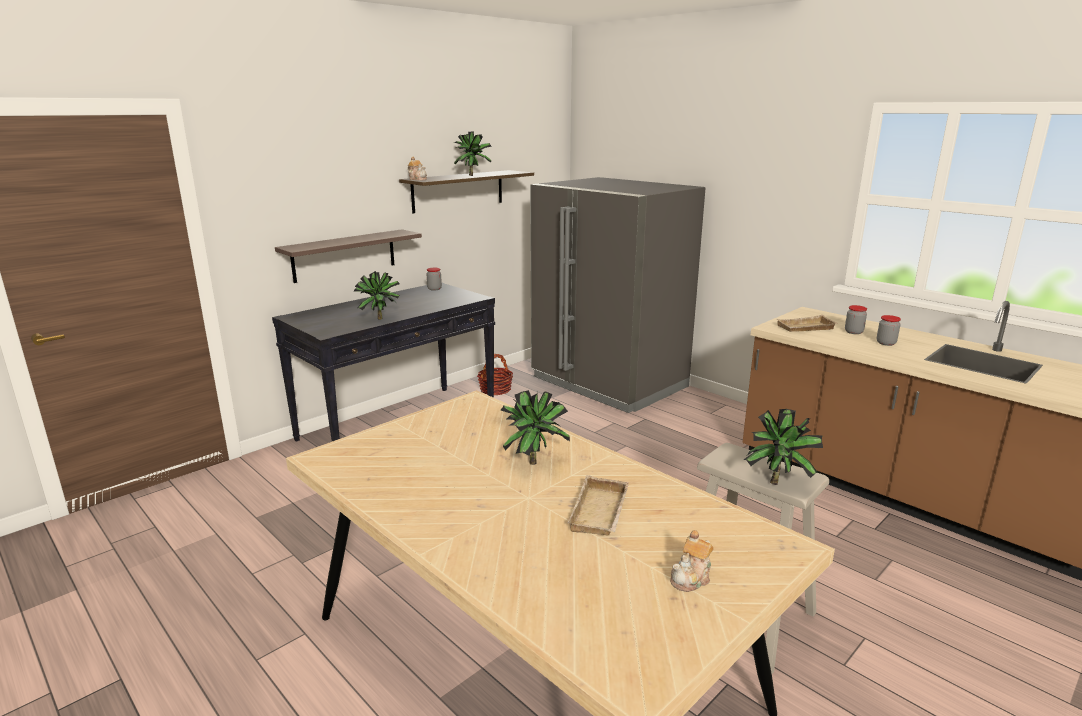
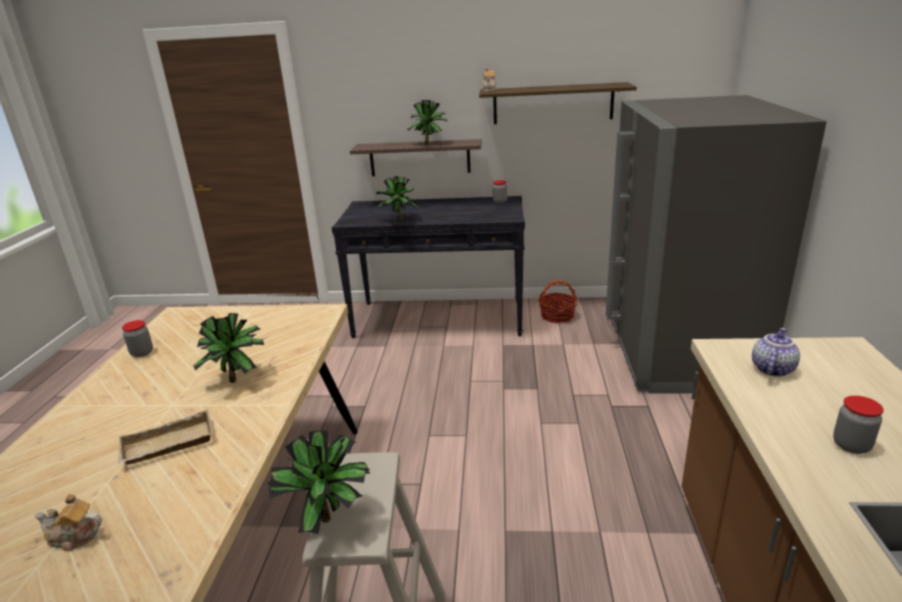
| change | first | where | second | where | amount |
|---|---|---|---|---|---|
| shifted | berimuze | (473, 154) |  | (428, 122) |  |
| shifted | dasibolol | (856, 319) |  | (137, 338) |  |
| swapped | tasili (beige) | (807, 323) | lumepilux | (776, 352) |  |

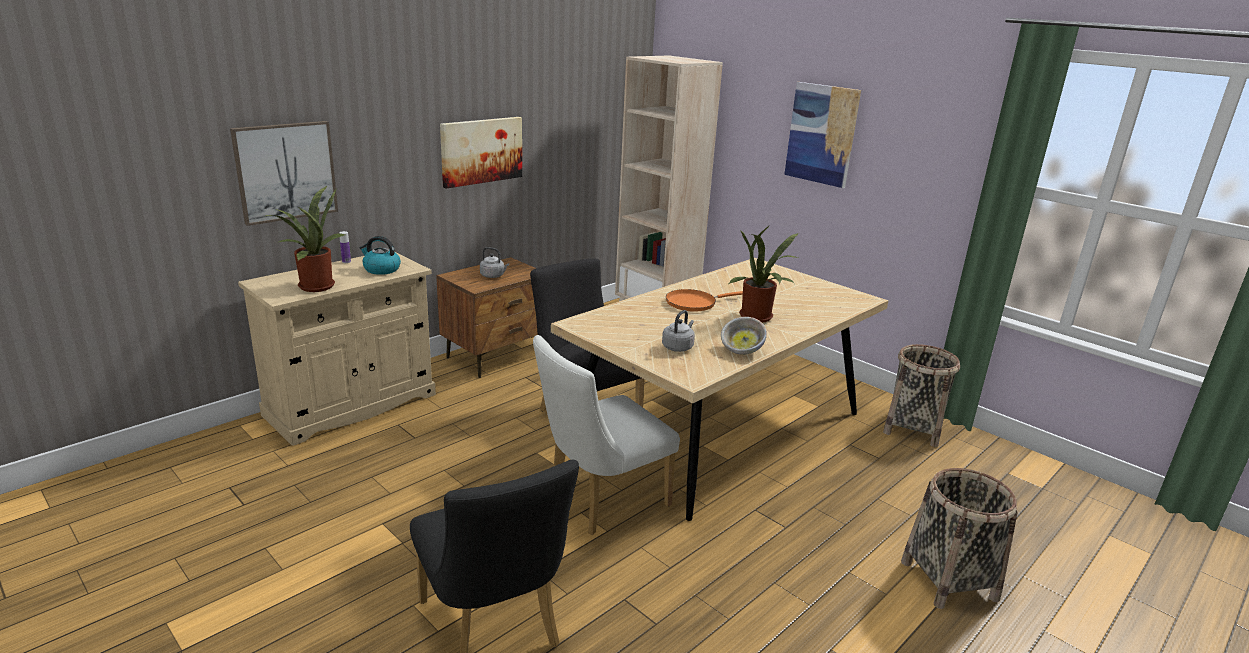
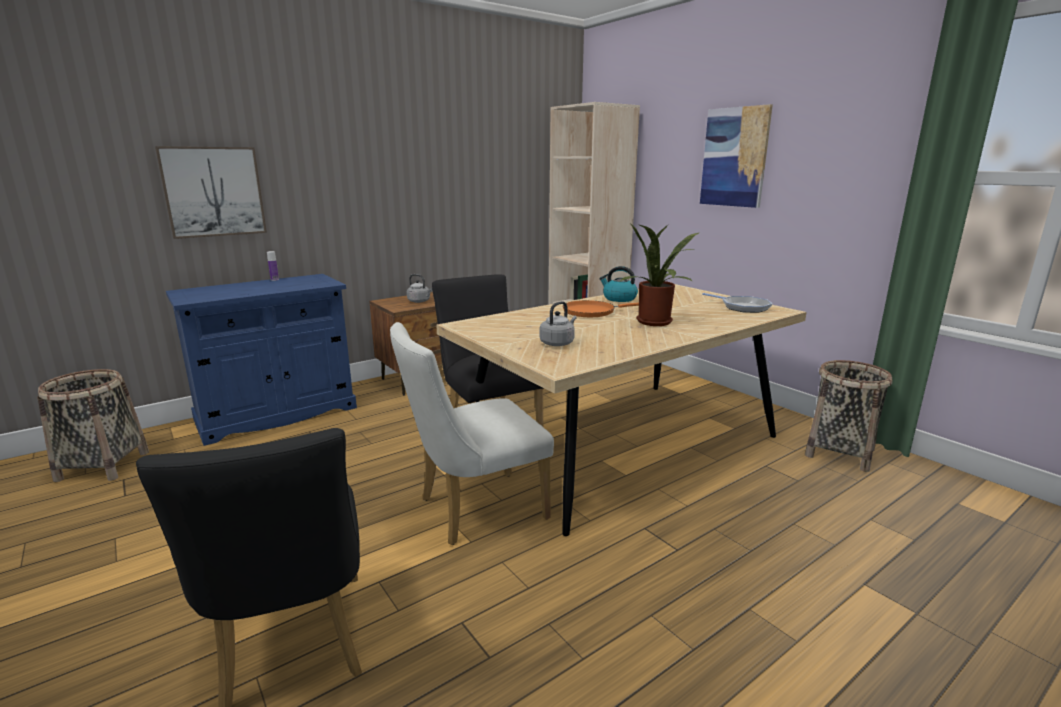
| change | first | where | second | where | amount |
|---|---|---|---|---|---|
| gone | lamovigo | (481, 153) |  |  |  |
| gone | berimuze | (307, 239) |  |  |  |
| shifted | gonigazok | (380, 255) |  | (618, 284) |  |
| repainted | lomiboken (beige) | (337, 349) | lomiboken (blue) | (261, 360) |  |
| gone | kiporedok | (744, 336) |  |  |  |
| shifted | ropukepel | (959, 538) |  | (93, 425) |  |
| new |  |  | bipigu | (737, 303) |  |

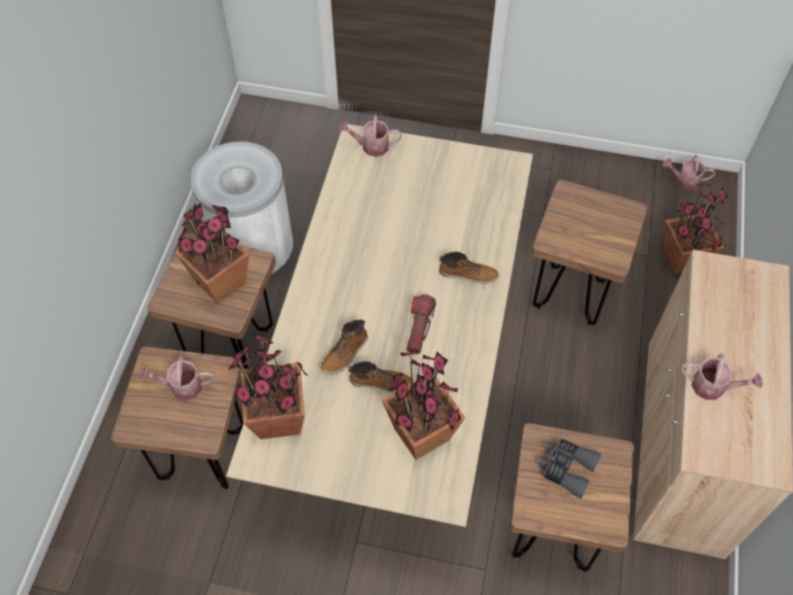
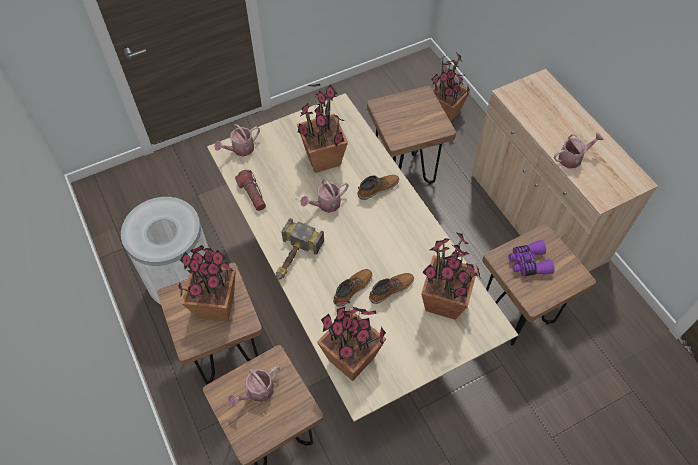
| change | first | where | second | where | amount |
|---|---|---|---|---|---|
| shifted | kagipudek | (689, 172) |  | (324, 196) |  |
| shifted | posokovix | (421, 324) |  | (250, 190) |  |
| rotated | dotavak | (344, 347) |  | (353, 288) | 135 degrees counterclockwise |
| repainted | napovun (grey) | (569, 469) | napovun (purple) | (531, 258) |  |
| new |  |  | berimuze | (322, 128) |  |
| new |  |  | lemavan | (300, 249) |  |

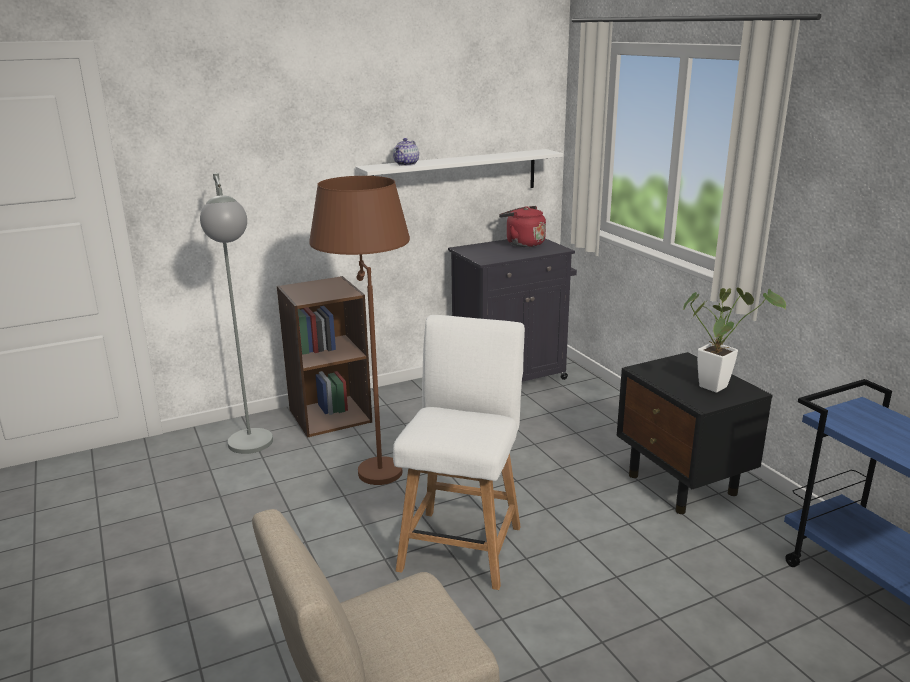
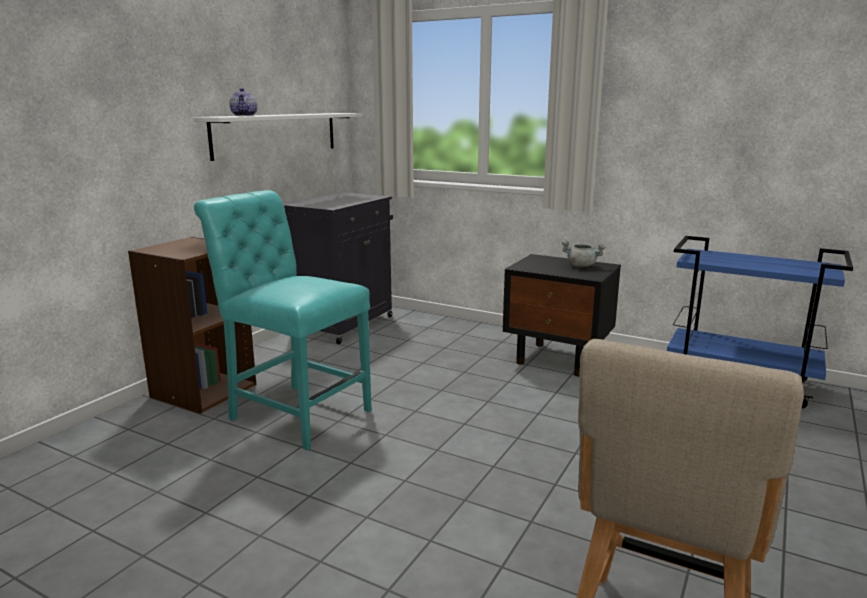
| change | first | where | second | where | amount |
|---|---|---|---|---|---|
| gone | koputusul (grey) | (236, 313) |  |  |  |
| swapped | koputusul (brown) | (359, 330) | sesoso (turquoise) | (282, 320) |  |
| gone | gonigazok (red) | (522, 226) |  |  |  |
| swapped | berimuze | (734, 340) | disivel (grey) | (584, 253) |  |
| gone | sesoso (white) | (459, 452) |  |  |  |

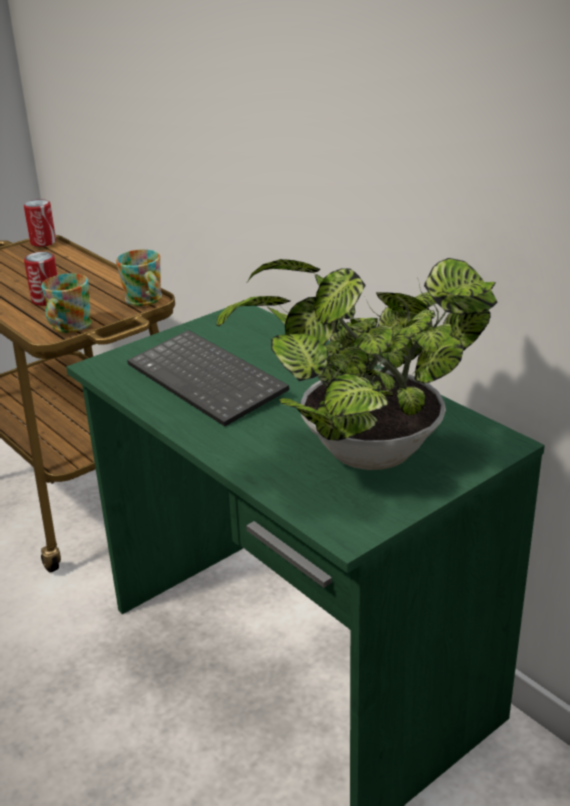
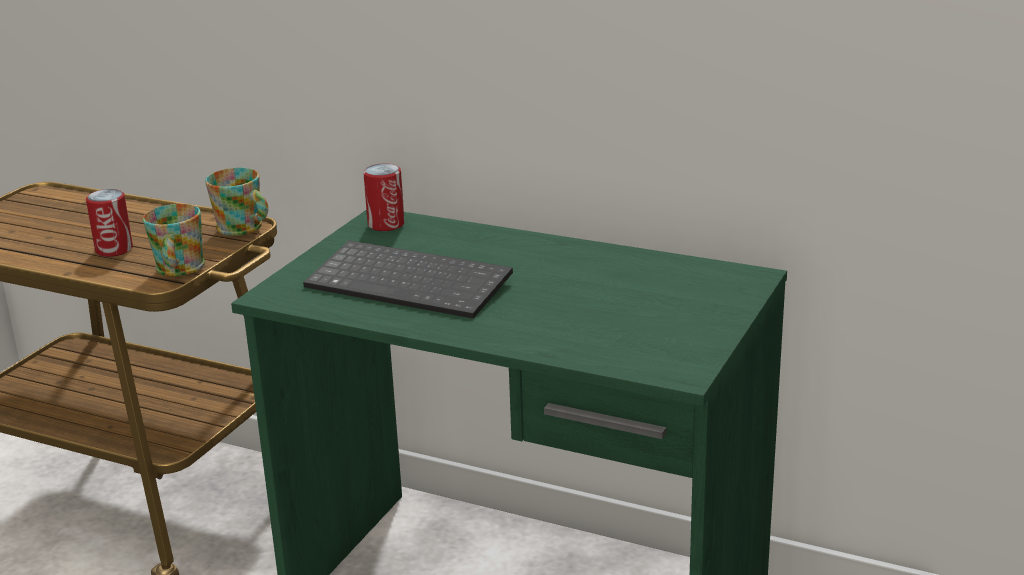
| change | first | where | second | where | amount |
|---|---|---|---|---|---|
| shifted | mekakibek | (40, 223) |  | (384, 197) |  |
| gone | berimuze | (356, 364) |  |  |  |

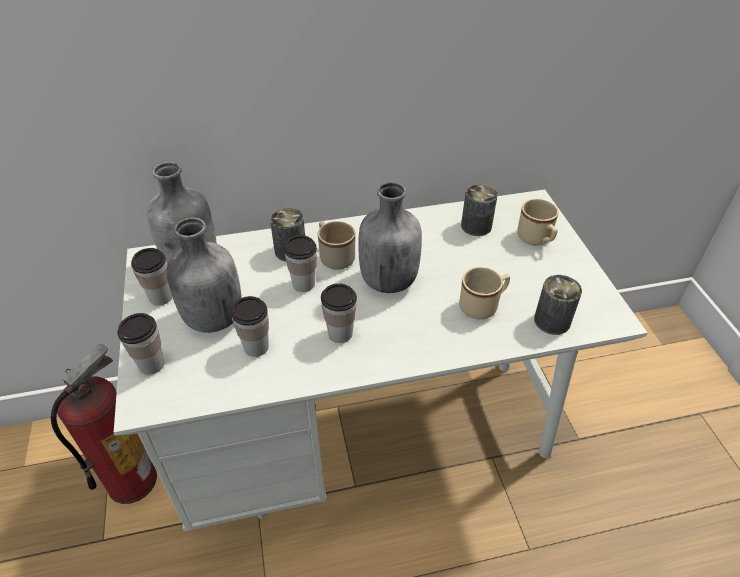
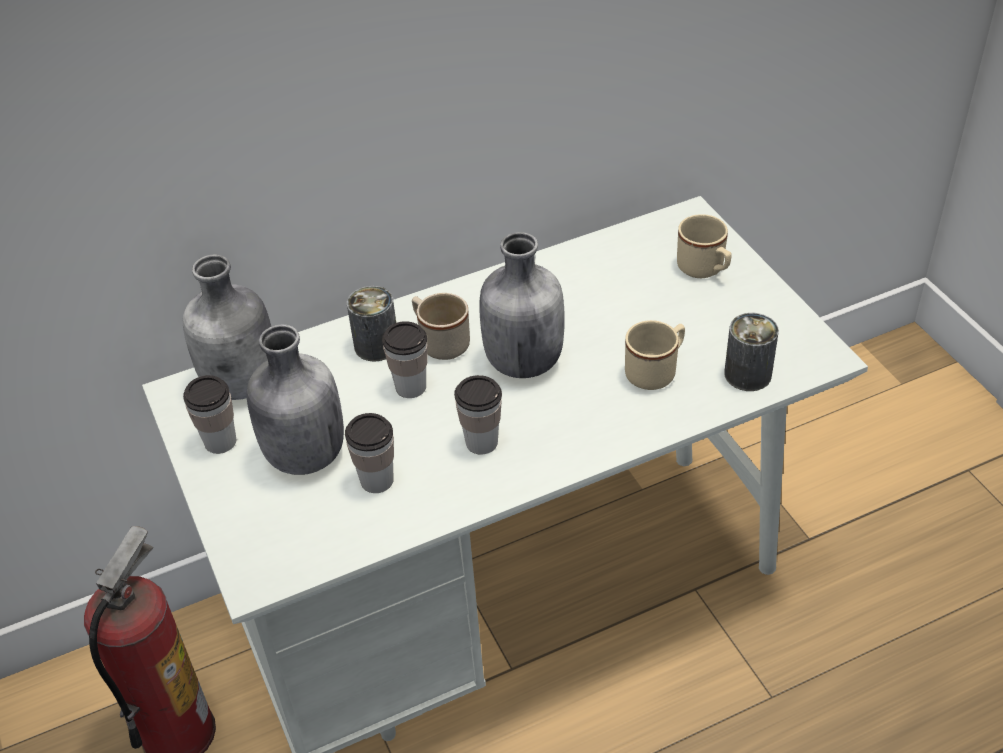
| change | first | where | second | where | amount |
|---|---|---|---|---|---|
| gone | mekakibek | (479, 210) |  |  |  |
| gone | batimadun | (141, 344) |  |  |  |

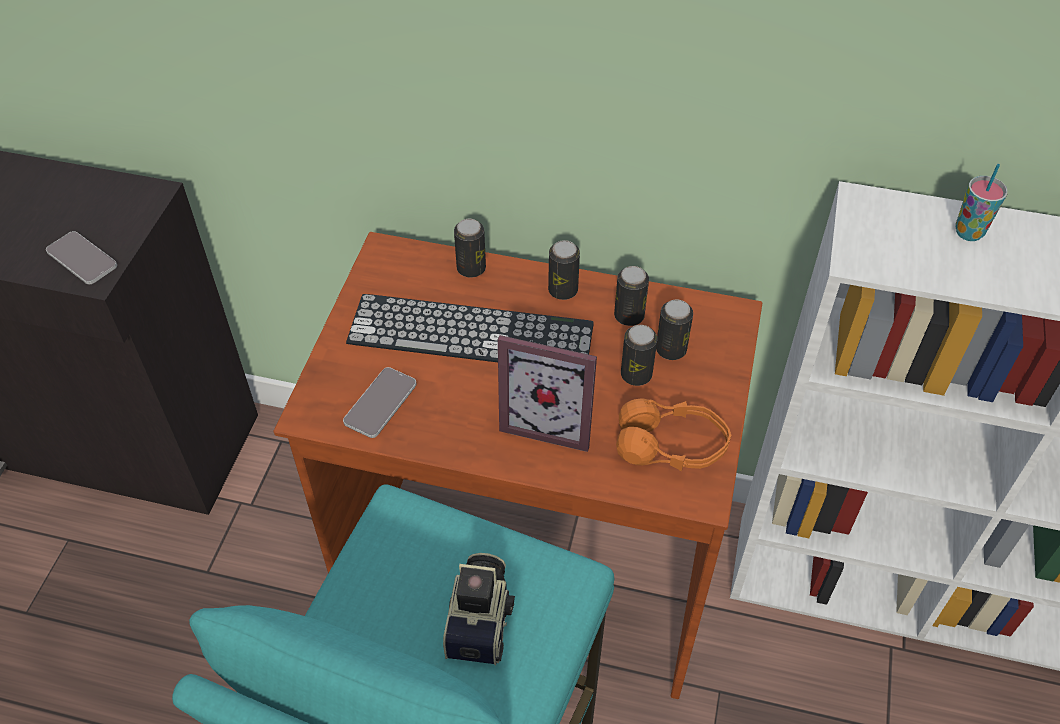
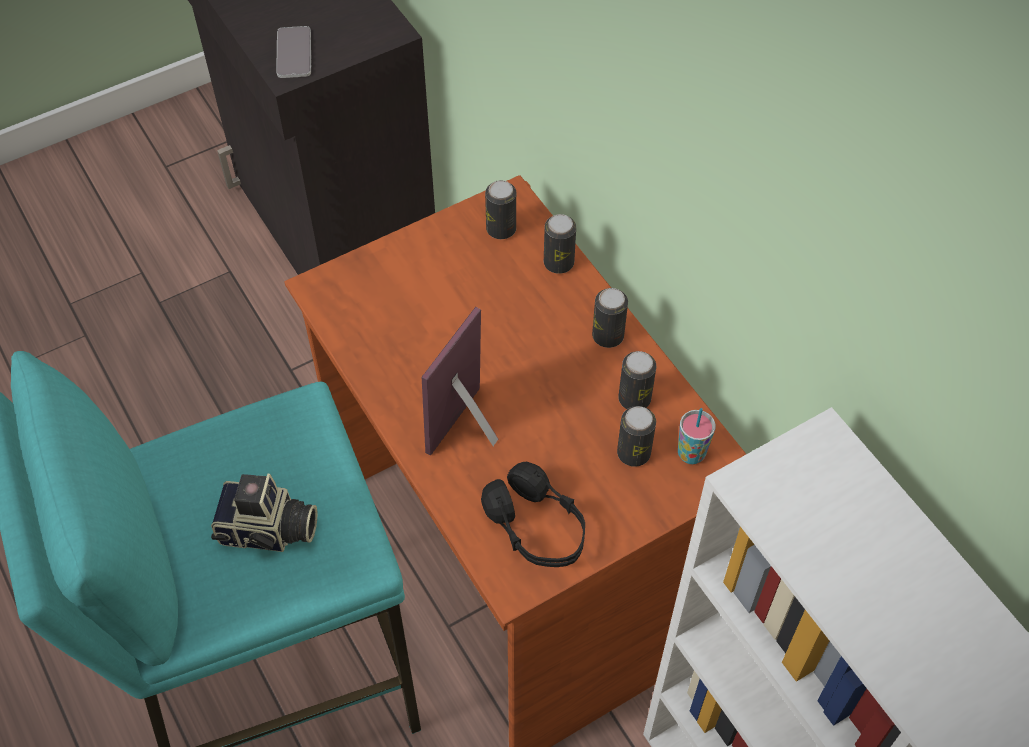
| change | first | where | second | where | amount |
|---|---|---|---|---|---|
| shifted | batimadun | (981, 202) |  | (697, 436) |  |
| gone | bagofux | (470, 328) |  |  |  |
| shifted | mekakibek | (639, 355) |  | (500, 209) |  |
| rotated | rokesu | (547, 393) |  | (460, 381) | 60 degrees clockwise |
| gone | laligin | (379, 402) |  |  |  |
| repainted | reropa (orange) | (673, 435) | reropa (black) | (533, 514) |  |
| rotated | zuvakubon | (479, 609) |  | (264, 513) | 45 degrees clockwise |

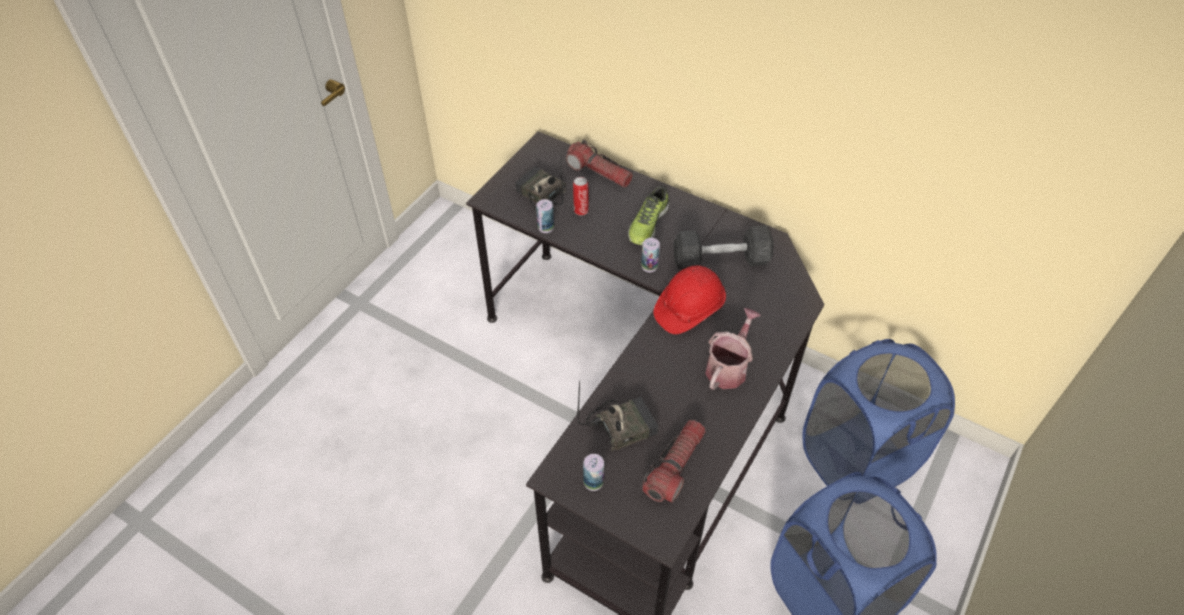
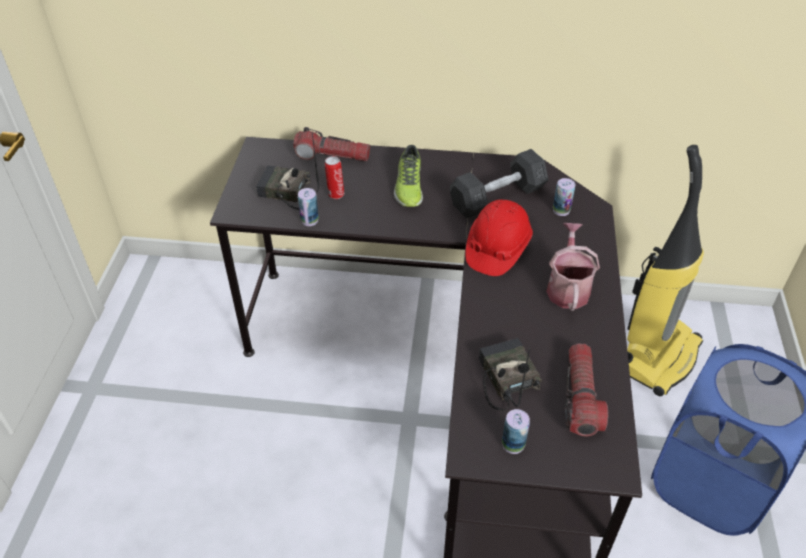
| change | first | where | second | where | amount |
|---|---|---|---|---|---|
| shifted | mekakibek | (650, 255) |  | (564, 197) |  |
| swapped | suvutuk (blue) | (878, 413) | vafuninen | (665, 270) |  |
| rotated | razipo | (618, 416) |  | (510, 374) | 60 degrees counterclockwise |

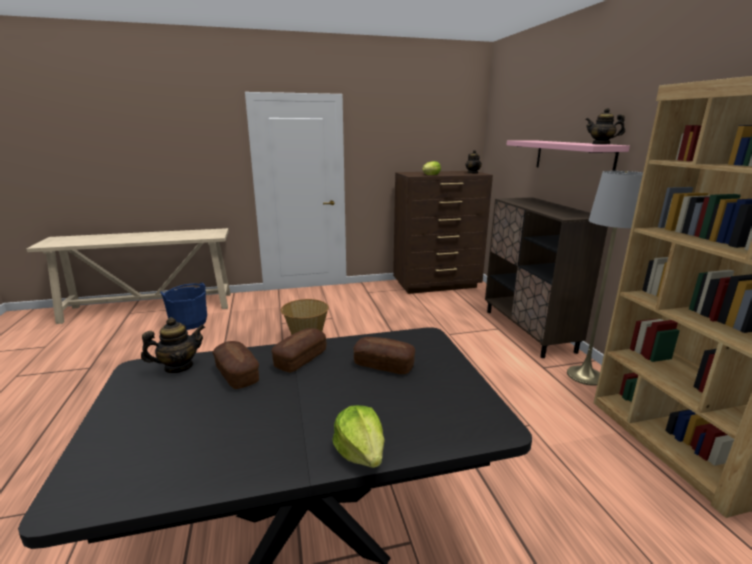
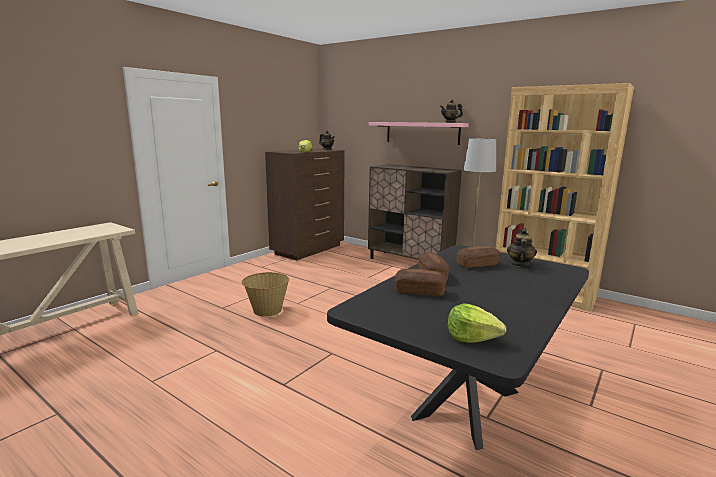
| change | first | where | second | where | amount |
|---|---|---|---|---|---|
| gone | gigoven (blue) | (183, 306) |  |  |  |
| shifted | lumepilux | (173, 345) |  | (522, 247) |  |
| shifted | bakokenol | (358, 436) |  | (477, 323) |  |

